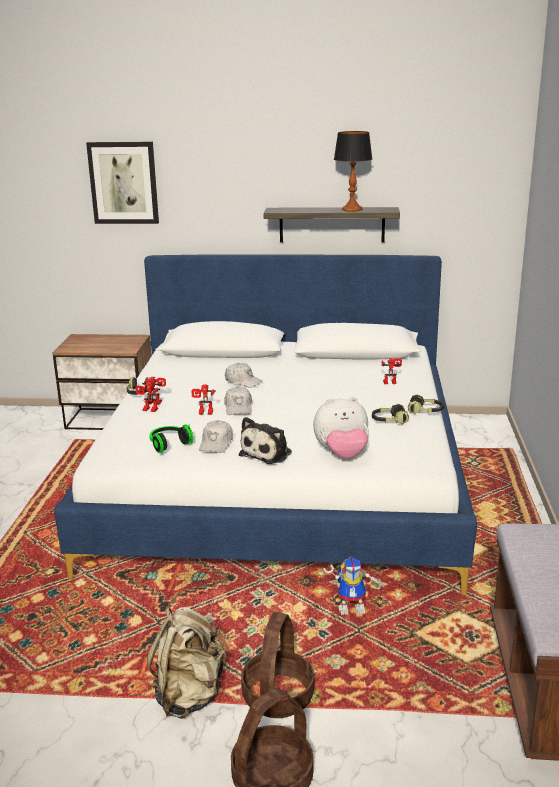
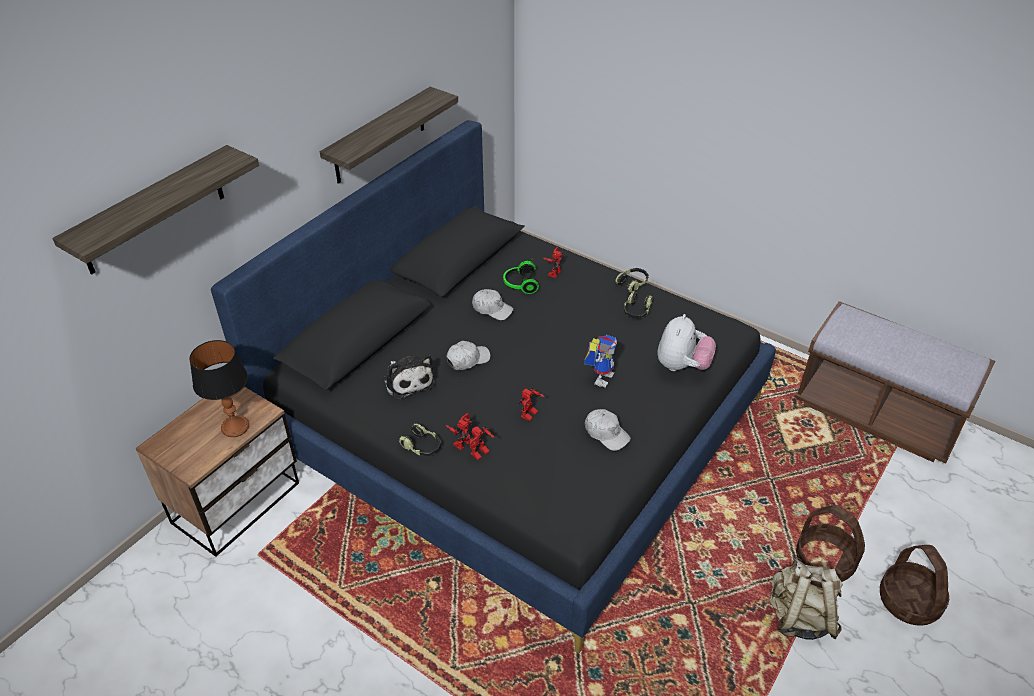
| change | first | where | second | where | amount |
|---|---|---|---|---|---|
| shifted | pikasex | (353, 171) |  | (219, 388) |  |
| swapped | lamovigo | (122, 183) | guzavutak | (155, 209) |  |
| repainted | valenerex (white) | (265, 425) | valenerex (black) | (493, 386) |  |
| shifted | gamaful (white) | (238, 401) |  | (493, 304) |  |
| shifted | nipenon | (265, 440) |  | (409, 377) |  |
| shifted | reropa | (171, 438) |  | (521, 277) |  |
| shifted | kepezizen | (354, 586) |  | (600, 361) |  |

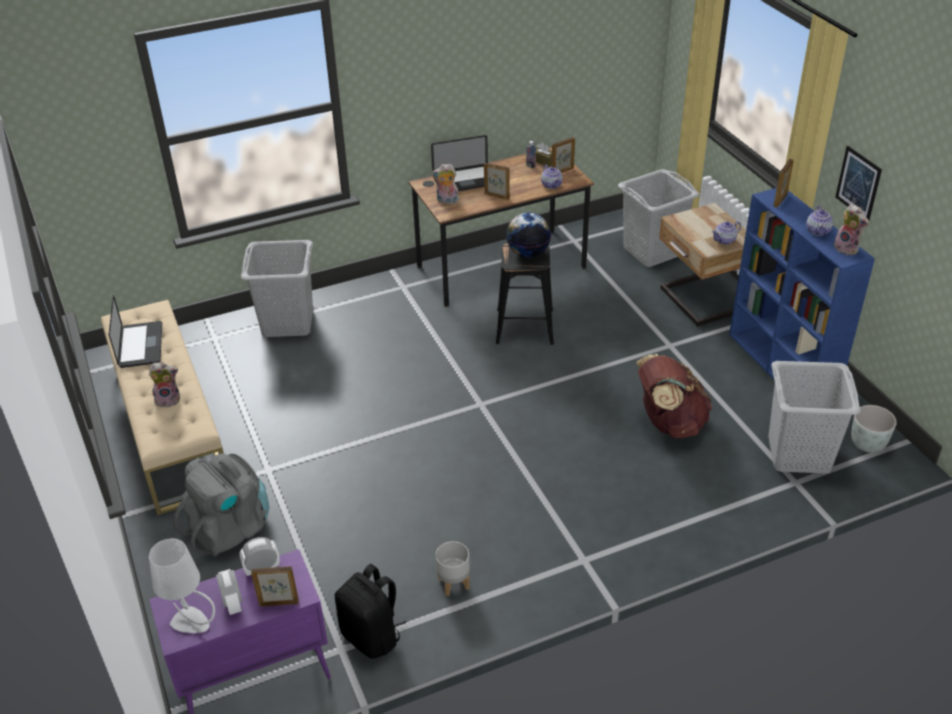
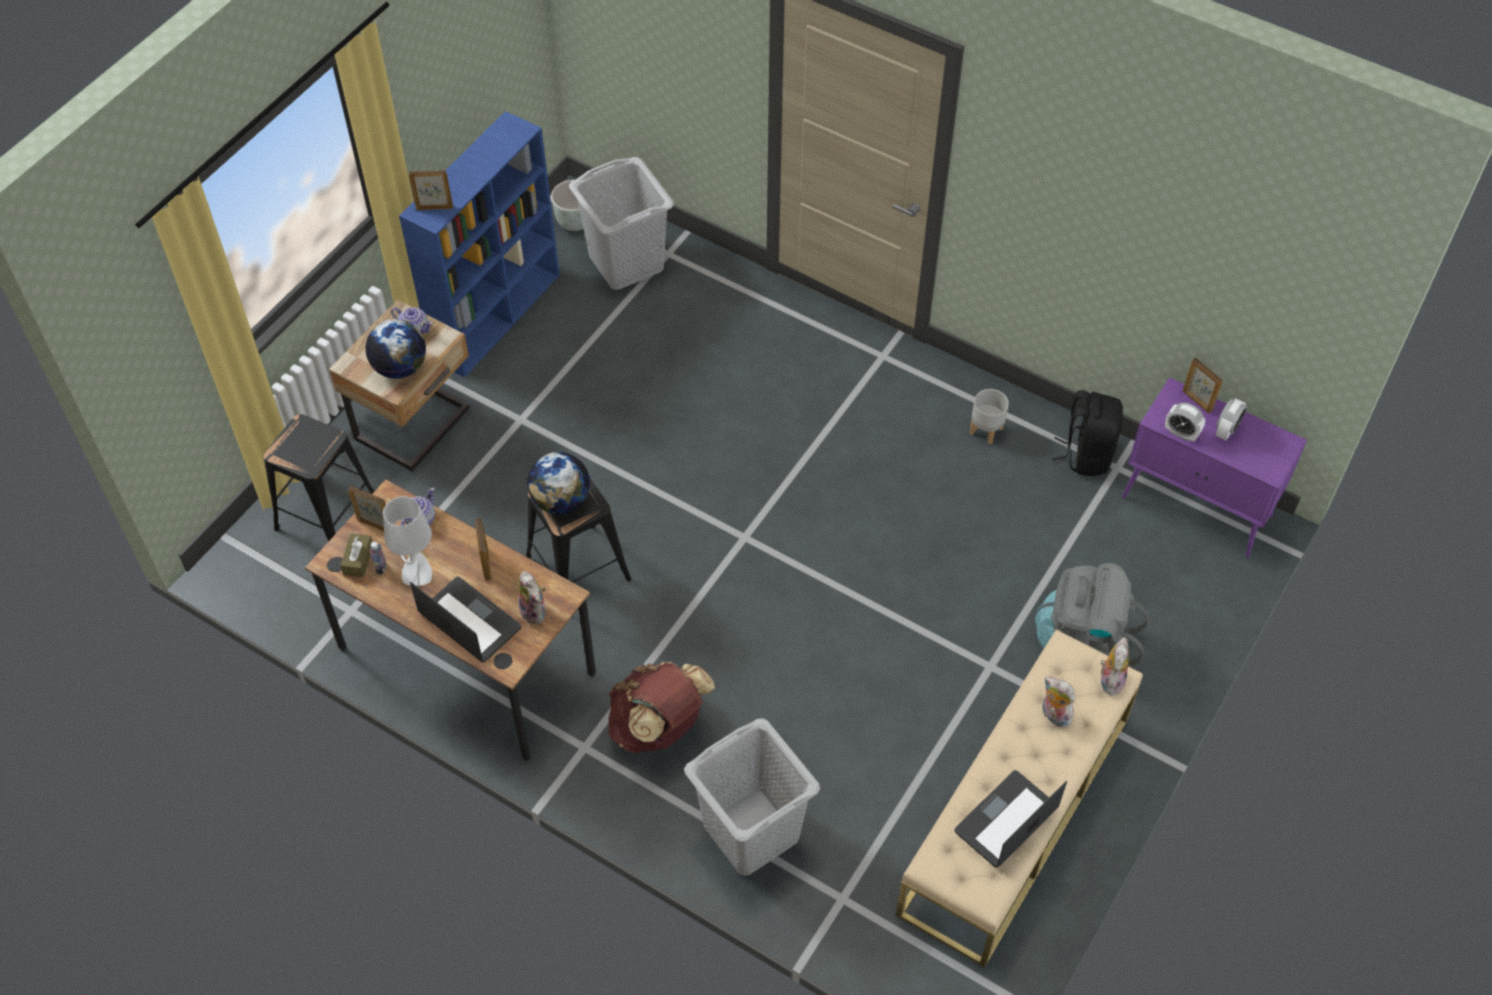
| change | first | where | second | where | amount |
|---|---|---|---|---|---|
| gone | lamovigo | (858, 183) |  |  |  |
| swapped | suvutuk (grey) | (659, 218) | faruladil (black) | (318, 478) |  |
| shifted | nipenon | (851, 229) |  | (1115, 666) |  |
| gone | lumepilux | (819, 221) |  |  |  |
| shifted | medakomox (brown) | (674, 396) |  | (661, 707) |  |
| shifted | pikasex (grey) | (182, 585) |  | (407, 541) |  |
| new |  |  | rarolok | (395, 349) |  |

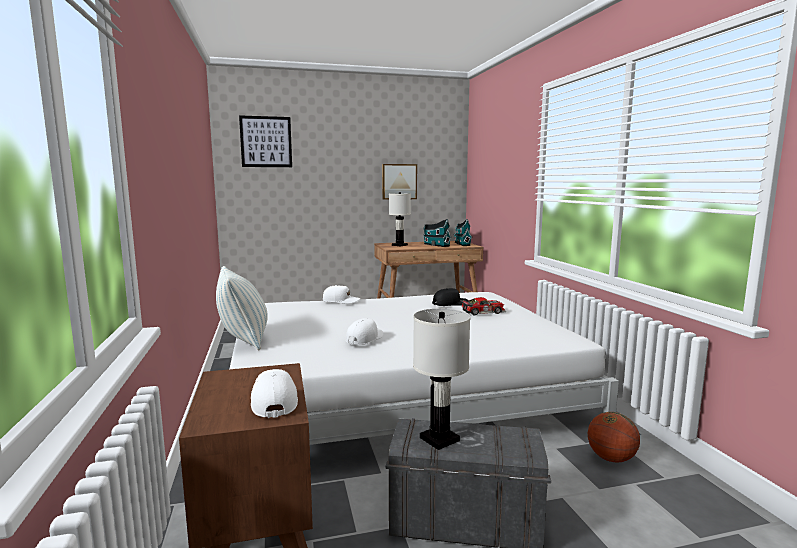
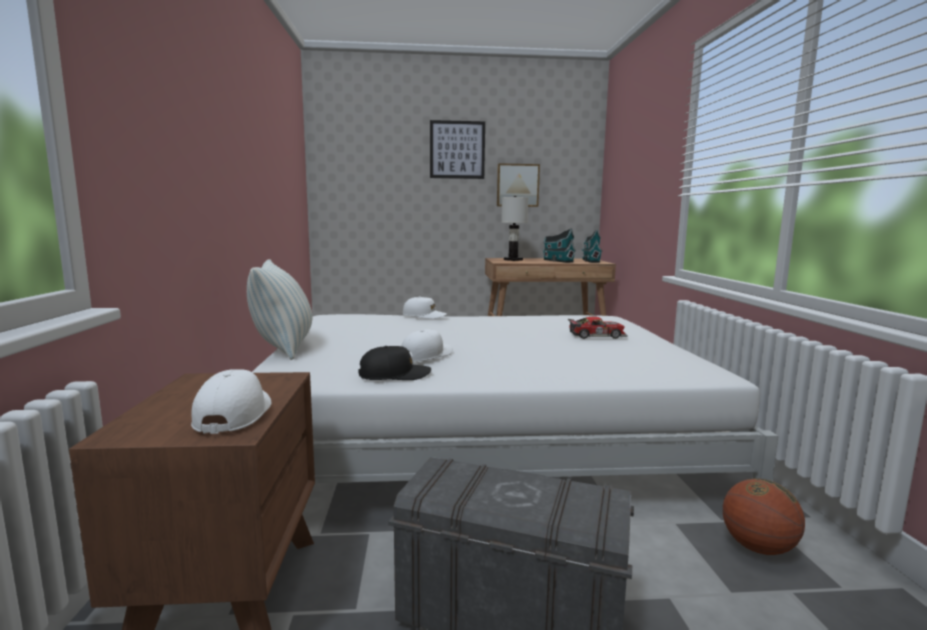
| change | first | where | second | where | amount |
|---|---|---|---|---|---|
| shifted | lamovigo | (265, 141) |  | (457, 149) |  |
| shifted | gamaful (black) | (450, 297) |  | (394, 363) |  |
| gone | pikasex (white) | (441, 379) |  |  |  |

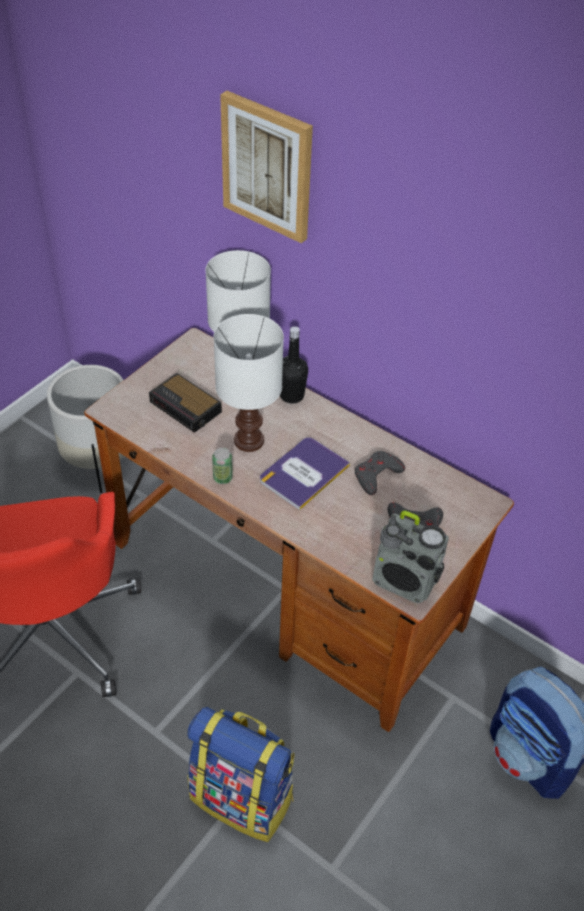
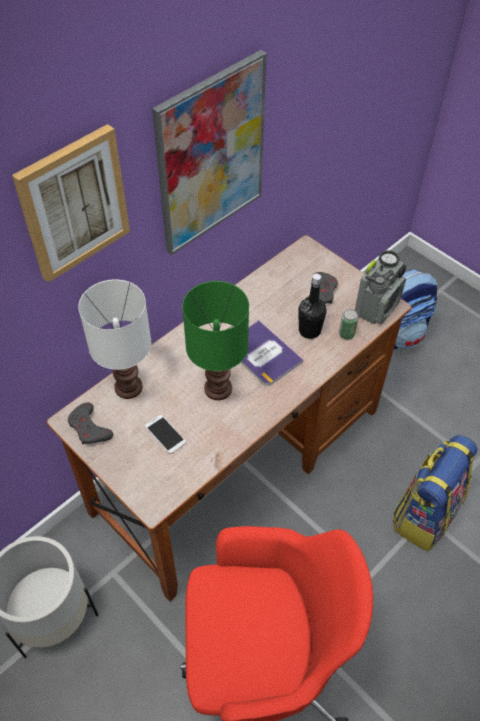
| change | first | where | second | where | amount |
|---|---|---|---|---|---|
| repainted | pikasex (white) | (249, 383) | pikasex (green) | (215, 340) |  |
| shifted | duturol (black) | (294, 364) |  | (312, 306) |  |
| swapped | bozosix | (185, 403) | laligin | (165, 434) |  |
| shifted | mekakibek | (222, 466) |  | (348, 324) |  |
| shifted | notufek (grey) | (380, 473) |  | (90, 423) |  |
| new |  |  | lamovigo | (209, 152) |  |

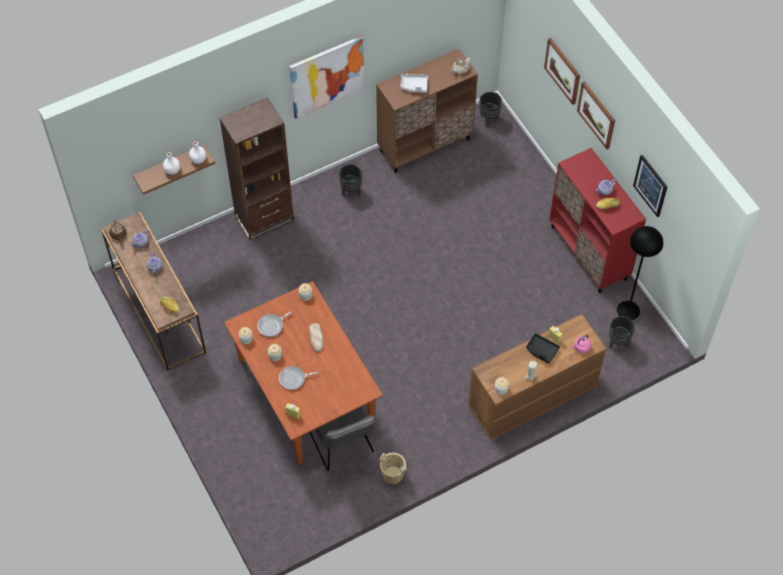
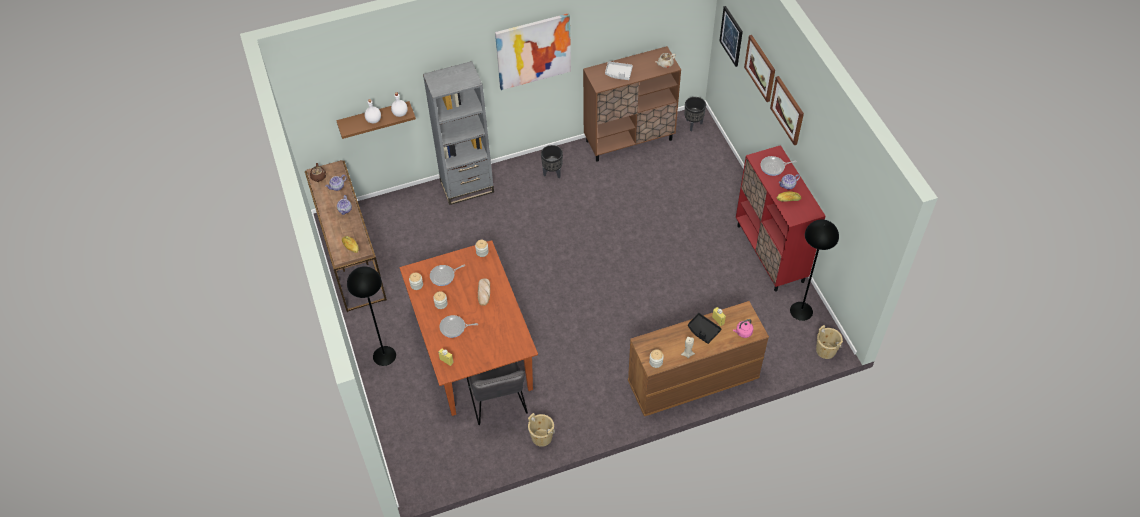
| change | first | where | second | where | amount |
|---|---|---|---|---|---|
| repainted | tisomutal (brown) | (257, 168) | tisomutal (grey) | (458, 133) |  |
| shifted | lamovigo | (650, 186) |  | (731, 36) |  |
| gone | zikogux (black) | (622, 332) |  |  |  |
| new |  |  | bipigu | (778, 166) |  |
| new |  |  | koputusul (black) | (371, 316) |  |
| new |  |  | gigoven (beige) | (829, 342) |  |

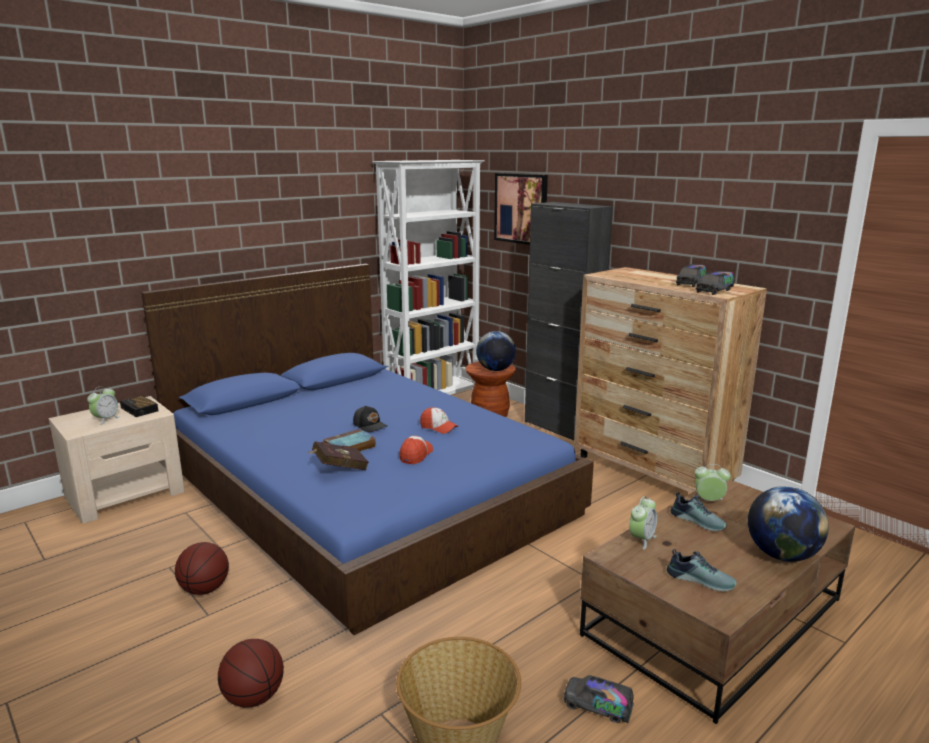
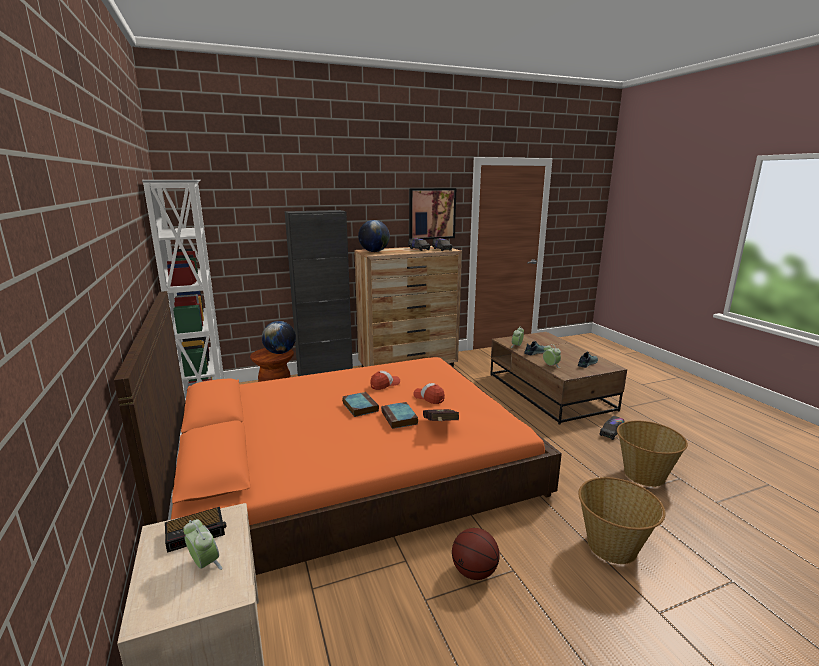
| change | first | where | second | where | amount |
|---|---|---|---|---|---|
| shifted | lamovigo | (521, 209) |  | (432, 214) |  |
| repainted | valenerex (blue) | (367, 449) | valenerex (orange) | (338, 433) |  |
| swapped | gamaful (black) | (370, 419) | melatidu | (360, 404) |  |
| shifted | rarolok | (788, 524) |  | (374, 236) |  |
| swapped | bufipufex | (251, 673) | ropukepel | (622, 520) |  |

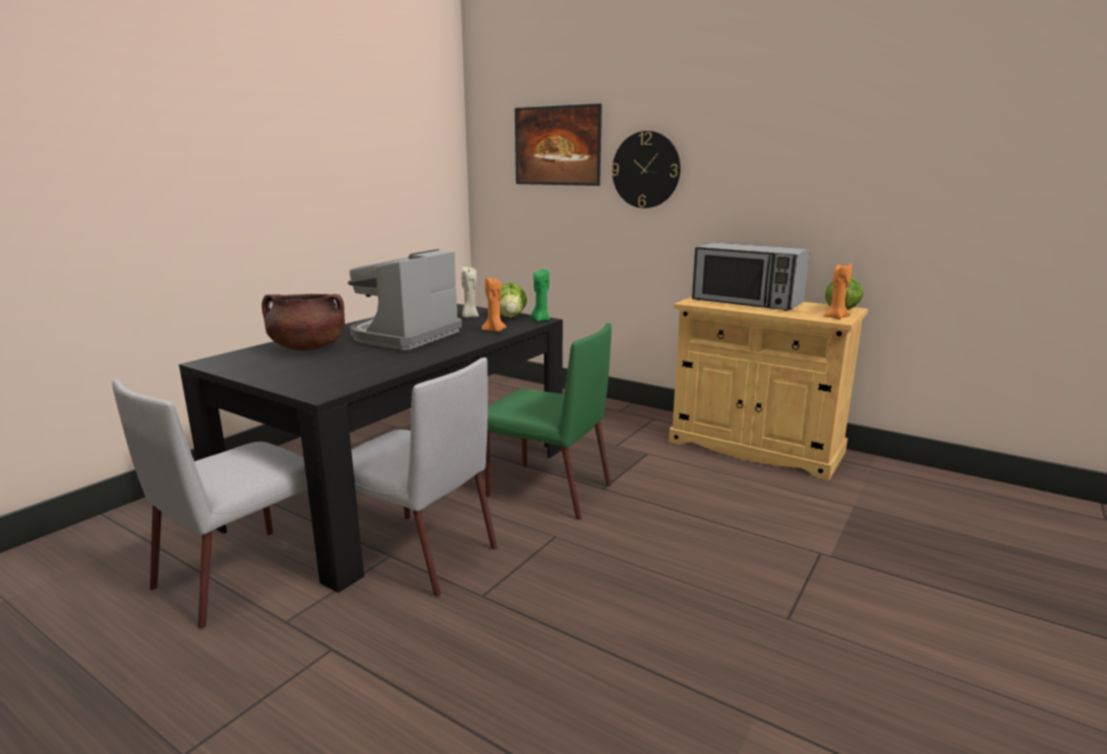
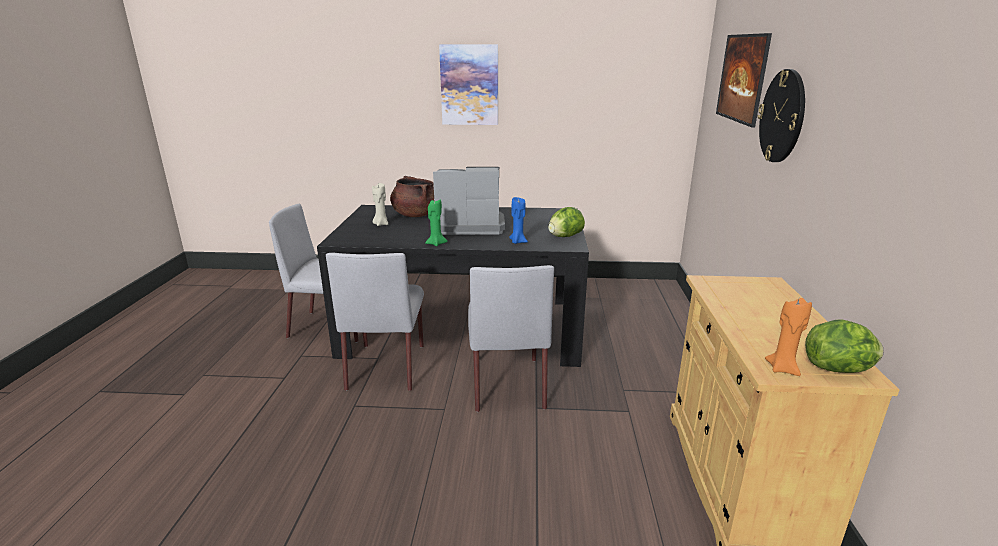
| change | first | where | second | where | amount |
|---|---|---|---|---|---|
| gone | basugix | (751, 277) |  |  |  |
| shifted | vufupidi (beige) | (470, 292) |  | (380, 204) |  |
| shifted | vufupidi (green) | (540, 295) |  | (436, 223) |  |
| repainted | vufupidi (orange) | (494, 305) | vufupidi (blue) | (518, 220) |  |
| repainted | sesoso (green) | (548, 421) | sesoso (grey) | (511, 338) |  |
| new |  |  | lamovigo | (468, 84) |  |

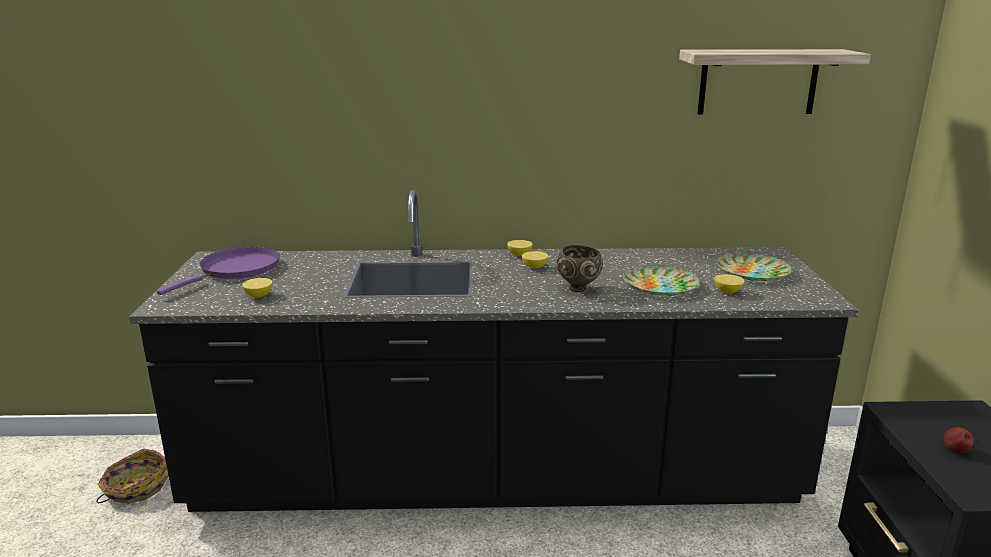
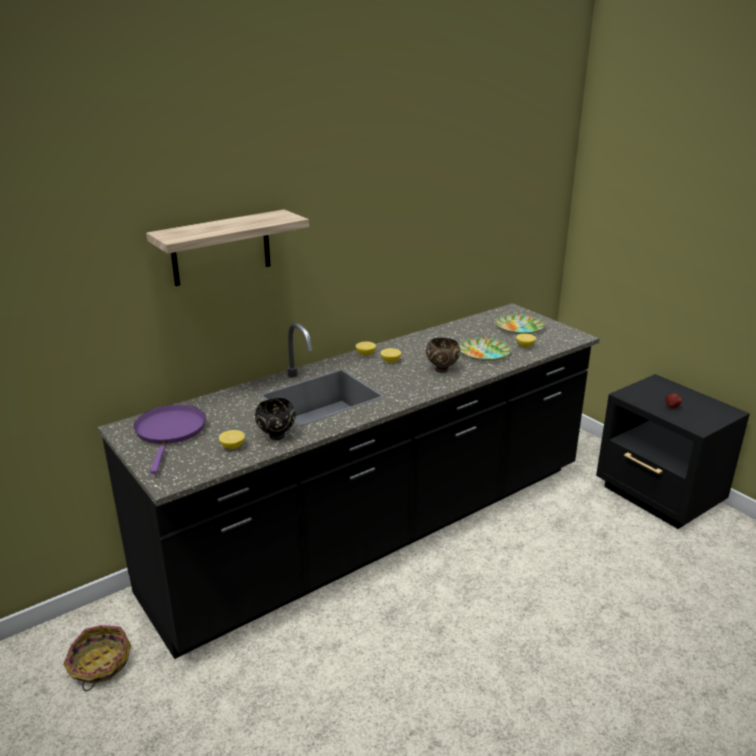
| change | first | where | second | where | amount |
|---|---|---|---|---|---|
| shifted | guzavutak | (775, 82) |  | (227, 247) |  |
| new |  |  | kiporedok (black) | (275, 419) |  |

